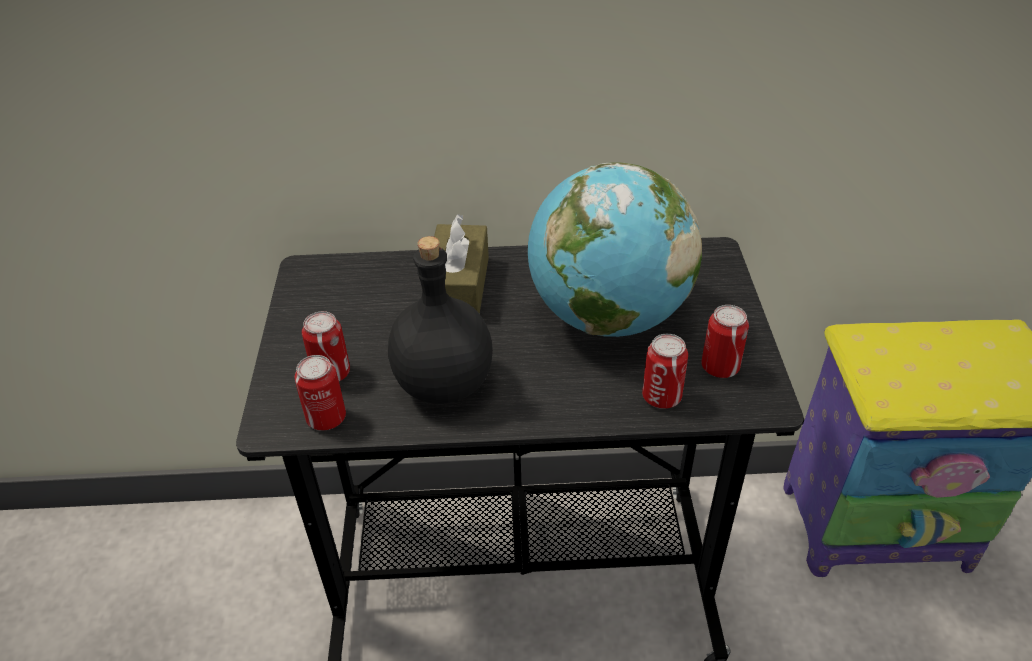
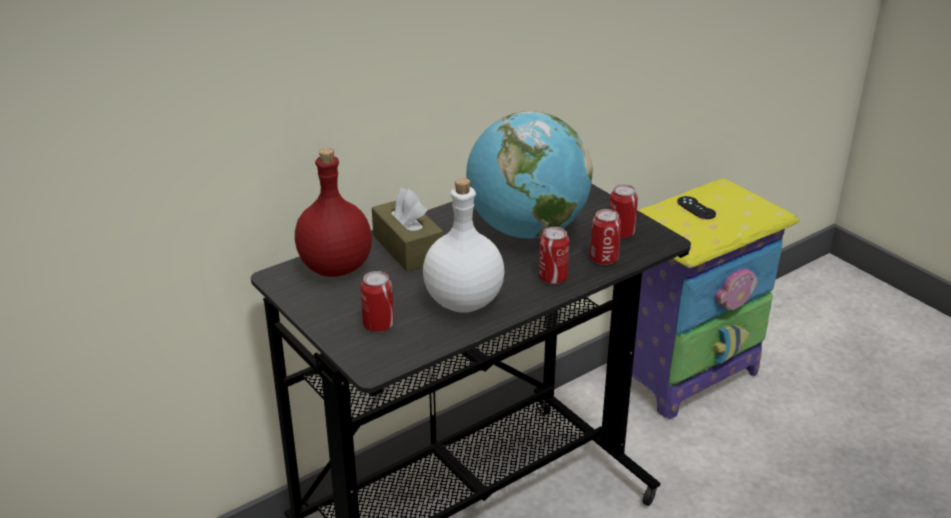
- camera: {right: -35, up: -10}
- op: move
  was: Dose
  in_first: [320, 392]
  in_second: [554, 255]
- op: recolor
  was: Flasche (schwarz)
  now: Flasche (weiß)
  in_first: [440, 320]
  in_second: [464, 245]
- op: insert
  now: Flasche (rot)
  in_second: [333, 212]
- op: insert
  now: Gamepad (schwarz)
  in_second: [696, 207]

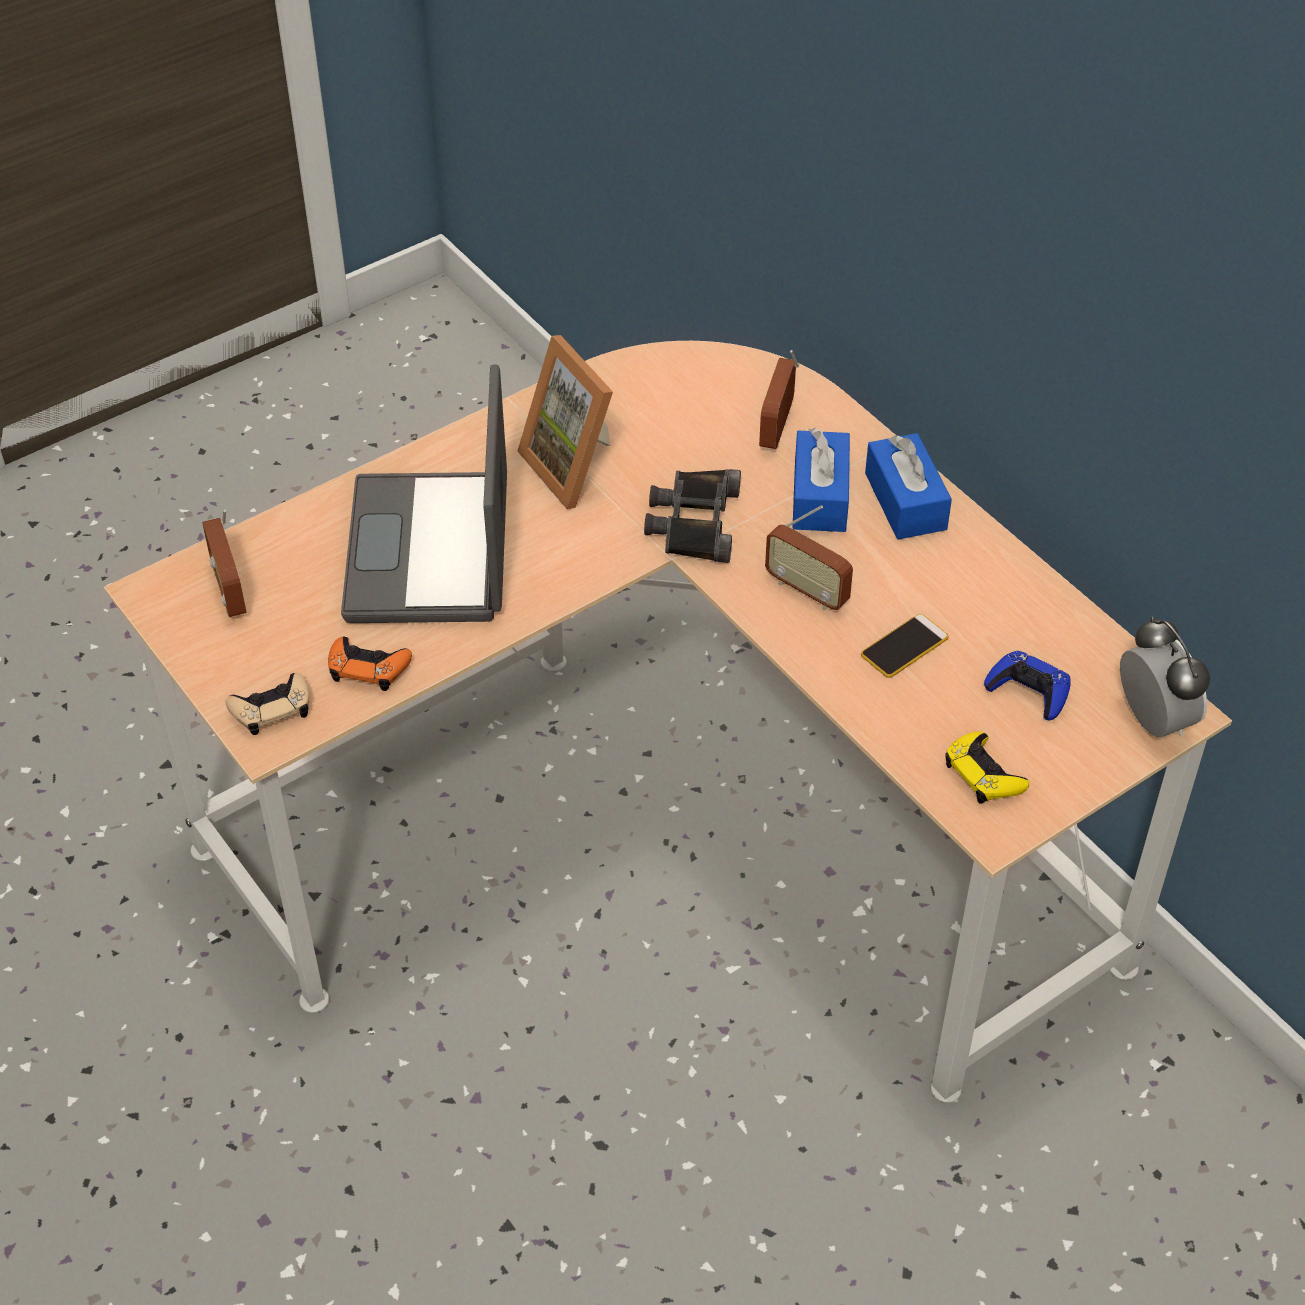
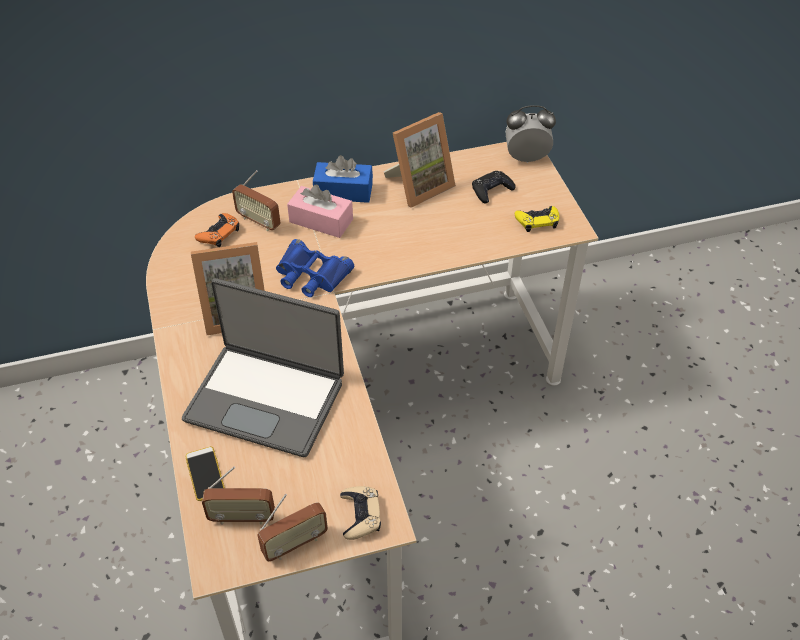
- camera: {right: -70, up: 0}
- op: move
  was: Gamepad (orange)
  in_first: [370, 664]
  in_second: [217, 230]
- op: recolor
  was: Fernglas (schwarz)
  now: Fernglas (blau)
  in_first: [692, 516]
  in_second: [315, 268]
- op: move
  was: Radio
  in_first: [809, 558]
  in_second: [292, 527]
- op: recolor
  was: Taschentuchbox (blau)
  now: Taschentuchbox (rosa)
  in_first: [821, 480]
  in_second: [320, 211]
- op: move
  was: Handy
  in_first: [904, 646]
  in_second: [205, 474]
- op: recolor
  was: Gamepad (blau)
  now: Gamepad (schwarz)
  in_first: [1027, 686]
  in_second: [493, 187]
- op: insert
  now: Bilderrahmen
  in_second: [419, 160]

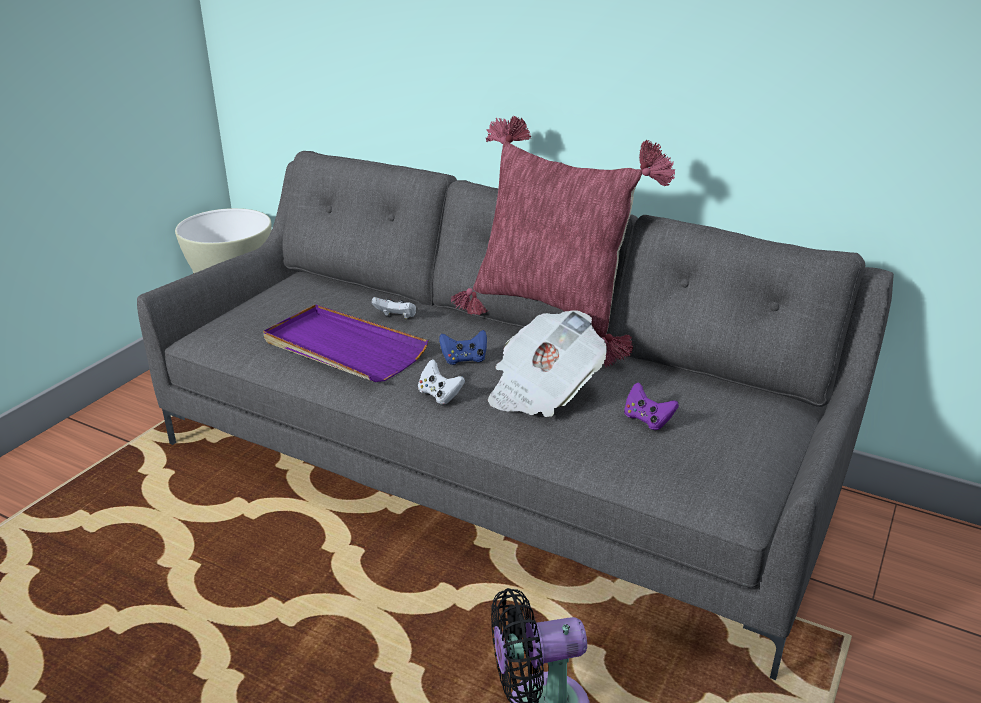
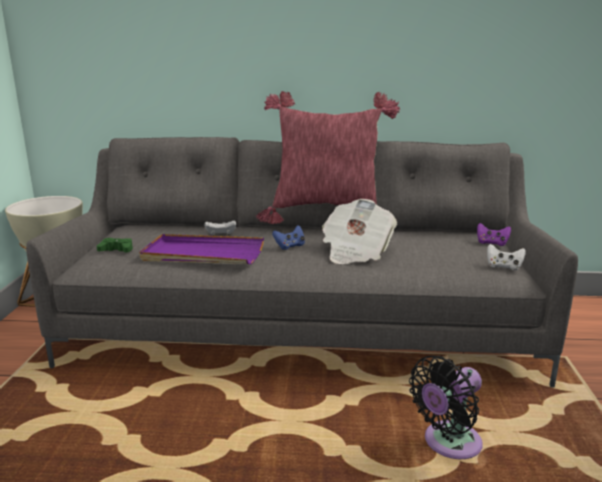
- camera: {right: -25, up: -10}
- op: move
  was: Gamepad (weiß)
  in_first: [441, 382]
  in_second: [506, 257]
- op: move
  was: Gamepad (lila)
  in_first: [651, 406]
  in_second: [494, 234]
- op: insert
  now: Gamepad (grün)
  in_second: [115, 245]

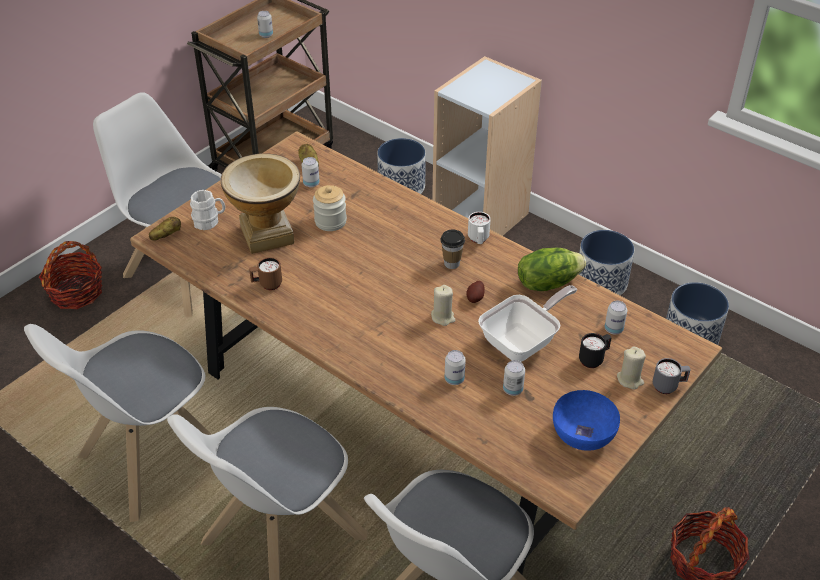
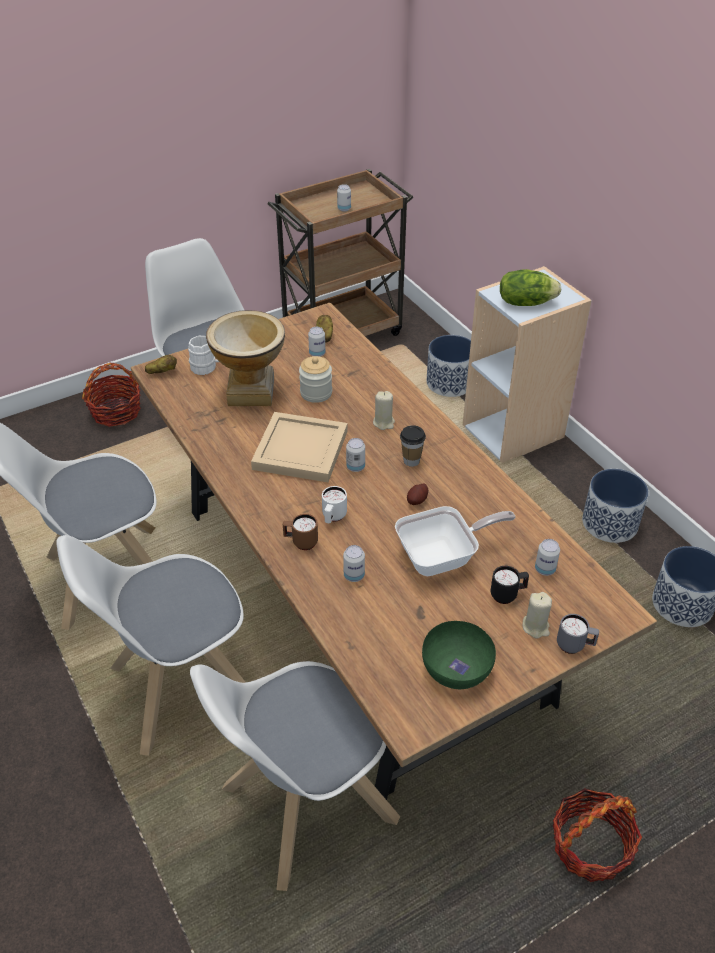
- camera: {right: 20, up: 0}
- op: move
  was: Henkelbecher (braun)
  in_first: [265, 273]
  in_second: [300, 532]
- op: move
  was: Kerze (beige)
  in_first: [443, 305]
  in_second: [384, 410]
- op: move
  was: Henkelbecher (weiß)
  in_first: [479, 228]
  in_second: [334, 504]
- op: move
  was: Dose
  in_first: [514, 378]
  in_second: [355, 455]
- op: move
  was: Salatkopf
  in_first: [552, 269]
  in_second: [530, 287]
- op: recolor
  was: Schüssel (blau)
  now: Schüssel (grün)
  in_first: [586, 420]
  in_second: [459, 655]
- op: insert
  now: Tablett (beige)
  in_second: [299, 447]

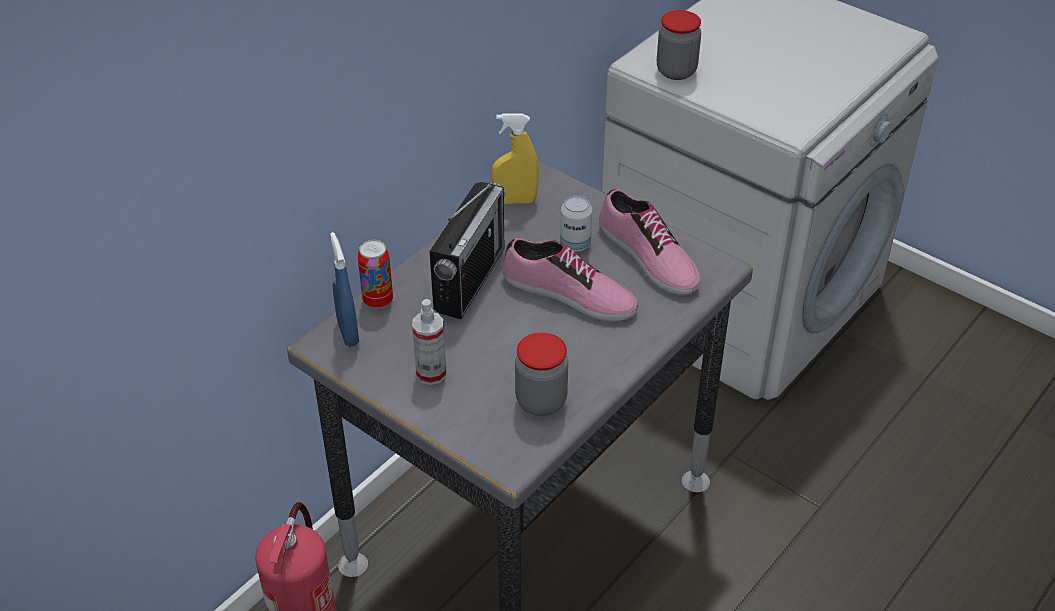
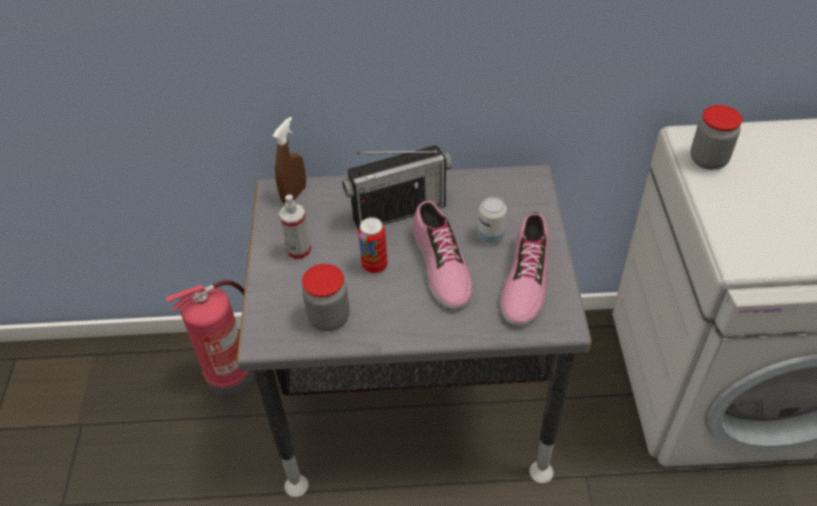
- camera: {right: 50, up: 5}
- op: recolor
  was: Sprühflasche (blau)
  now: Sprühflasche (braun)
  in_first: [344, 289]
  in_second: [289, 160]
- op: move
  was: Dose
  in_first: [375, 274]
  in_second: [372, 245]
- op: delete
  was: Sprühflasche (gelb)
  in_first: [515, 158]

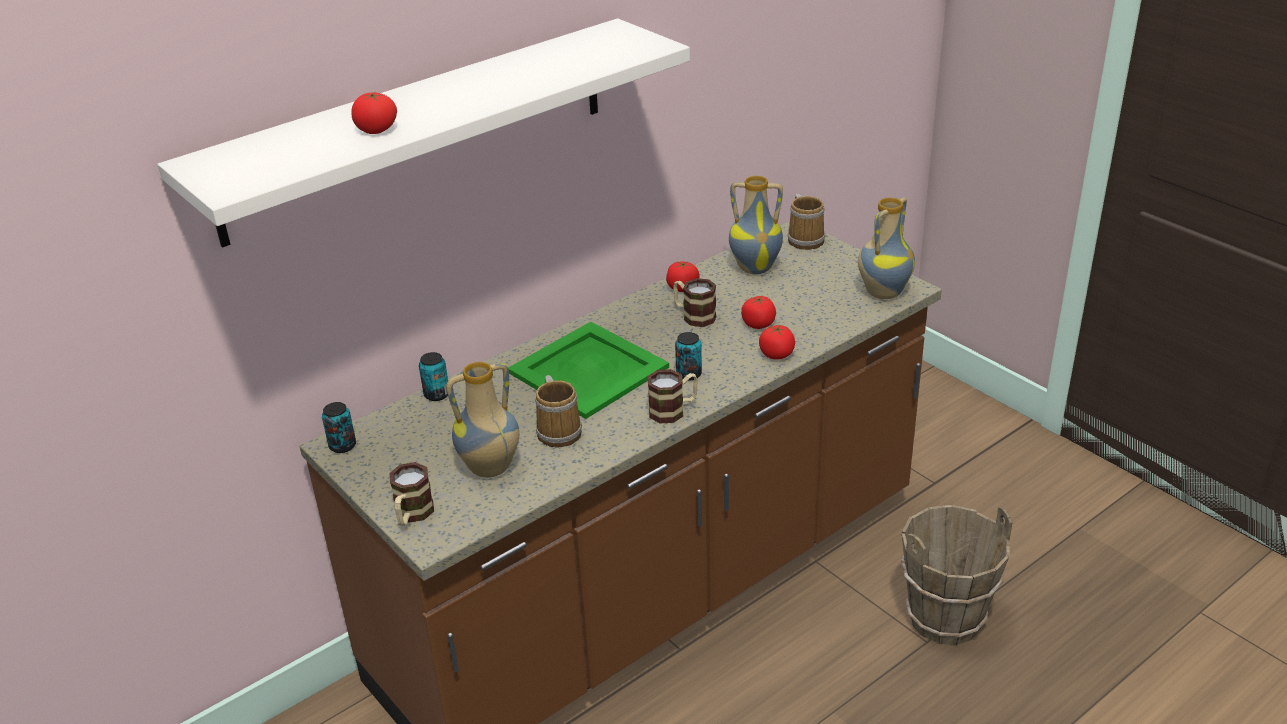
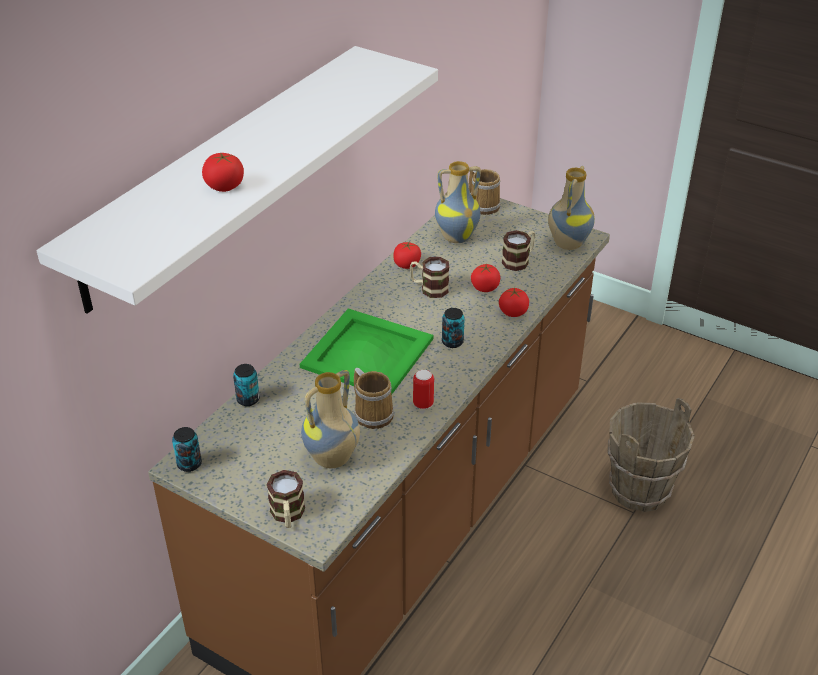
- camera: {right: -20, up: 5}
- op: move
  was: Henkelbecher
  in_first: [673, 396]
  in_second: [518, 250]
- op: insert
  now: Dose
  in_second: [423, 389]

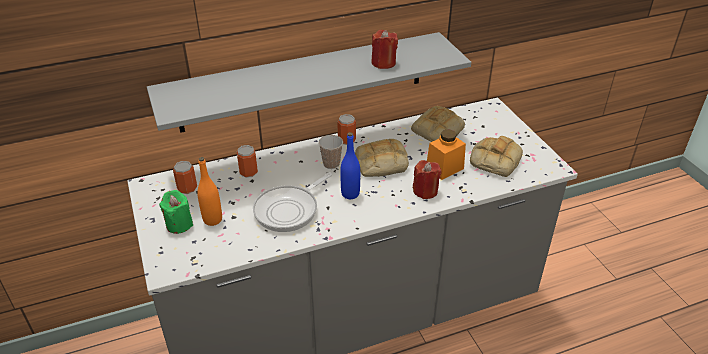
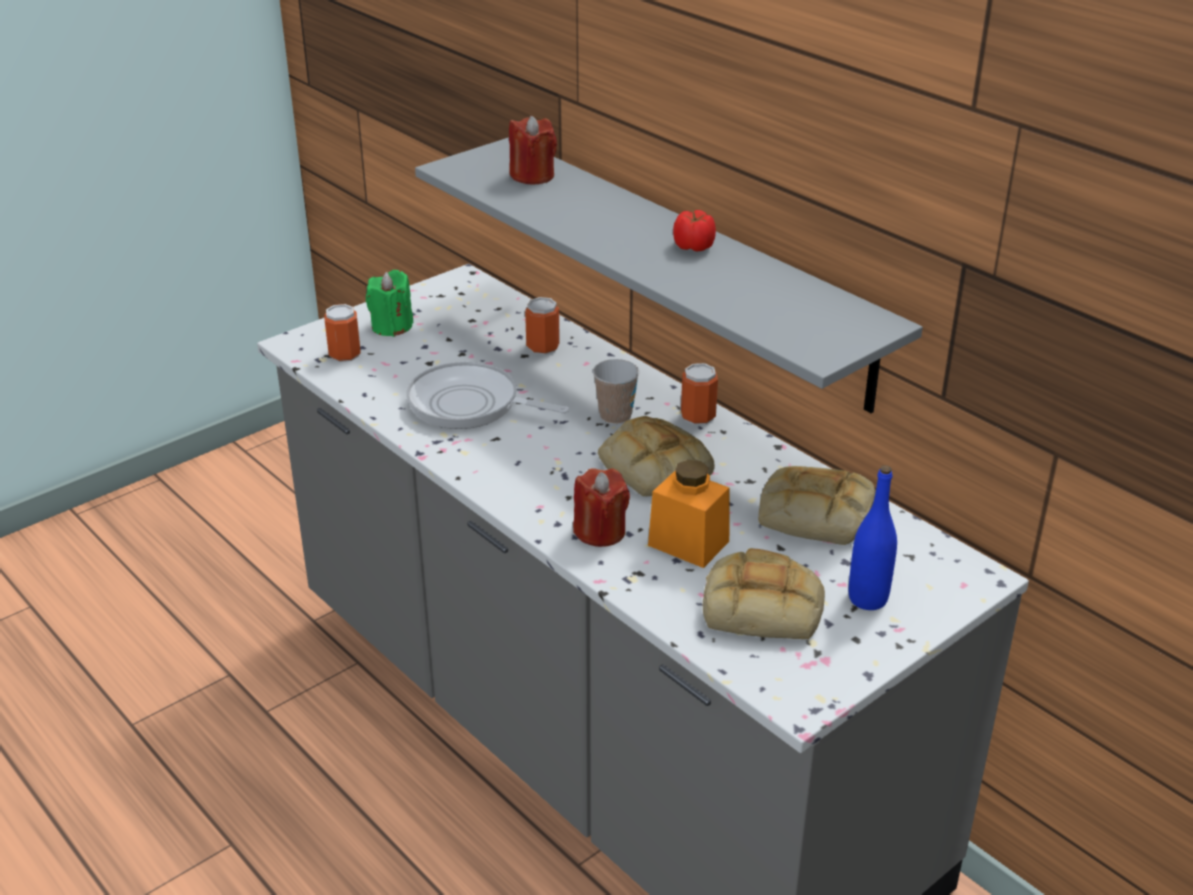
- camera: {right: 70, up: -5}
- op: move
  was: Dose
  in_first: [185, 177]
  in_second: [342, 333]
- op: delete
  was: Flasche (orange)
  in_first: [209, 191]
- op: move
  was: Flasche (blau)
  in_first: [350, 165]
  in_second: [873, 537]
- op: move
  was: Kerze (rot)
  in_first: [384, 49]
  in_second: [533, 150]
- op: insert
  now: Tomate
  in_second: [694, 231]

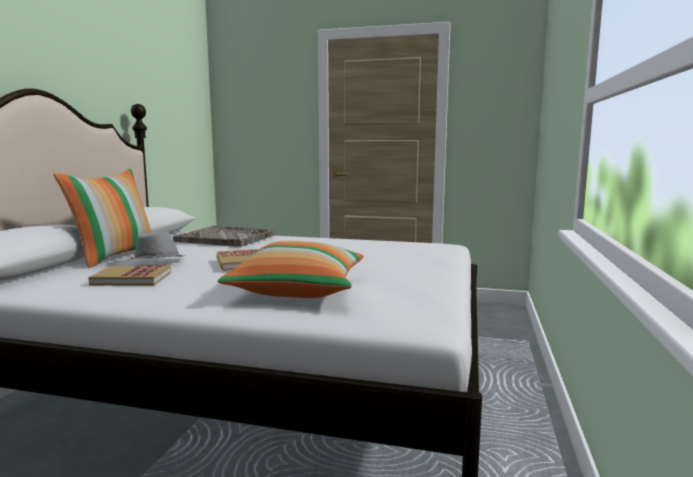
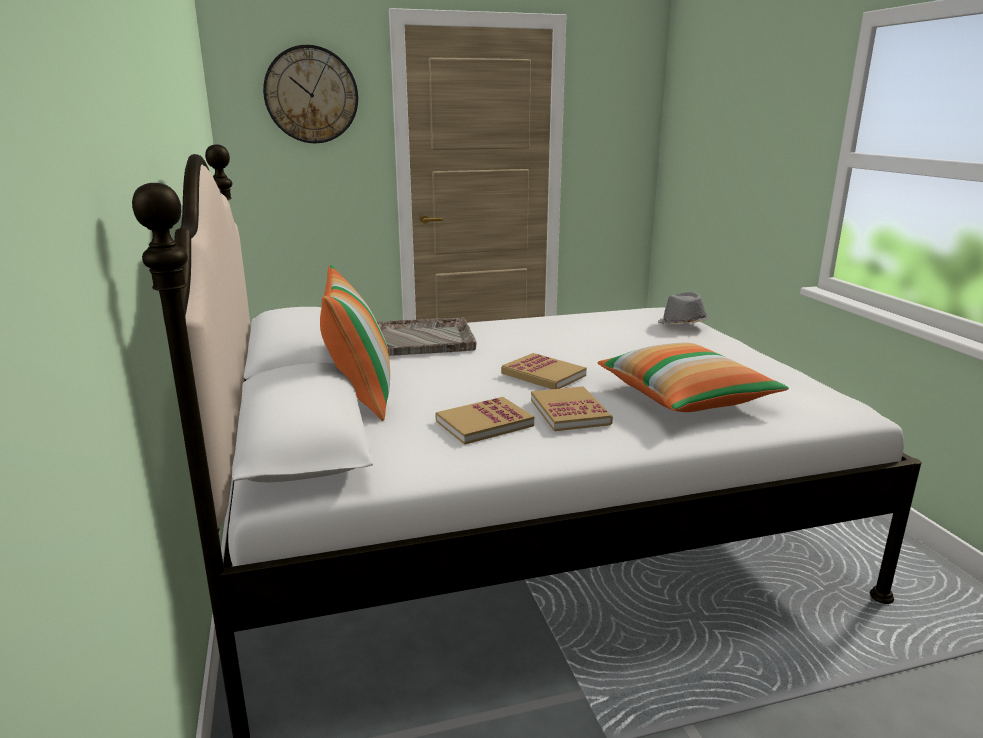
- camera: {right: -30, up: 10}
- op: move
  was: Hut (grau)
  in_first: [157, 245]
  in_second: [684, 308]
- op: insert
  now: Wanduhr
  in_second: [310, 94]
- op: insert
  now: Buch
  in_second: [572, 408]

